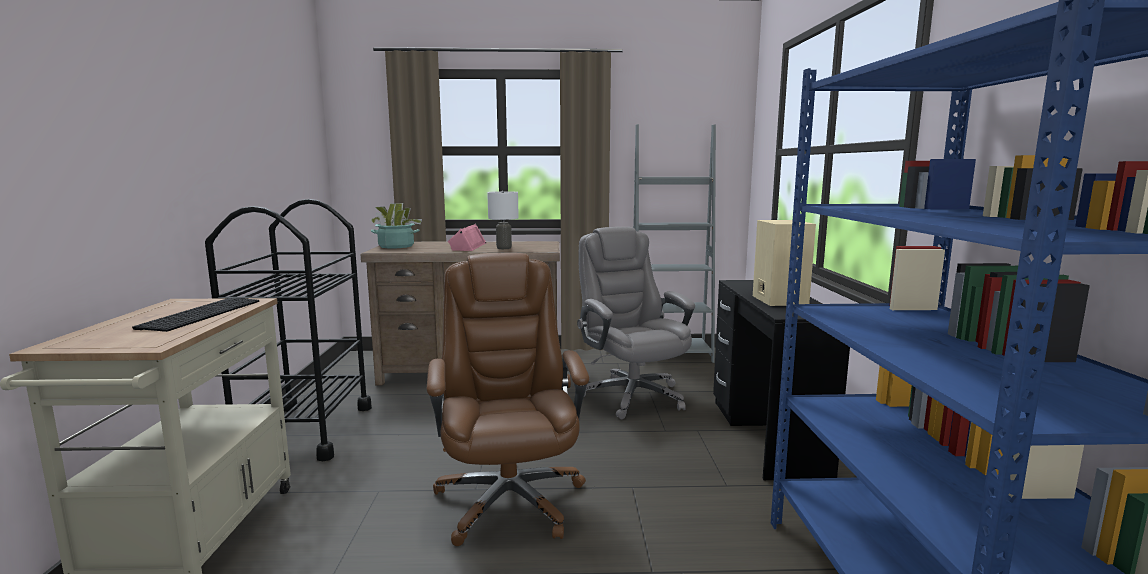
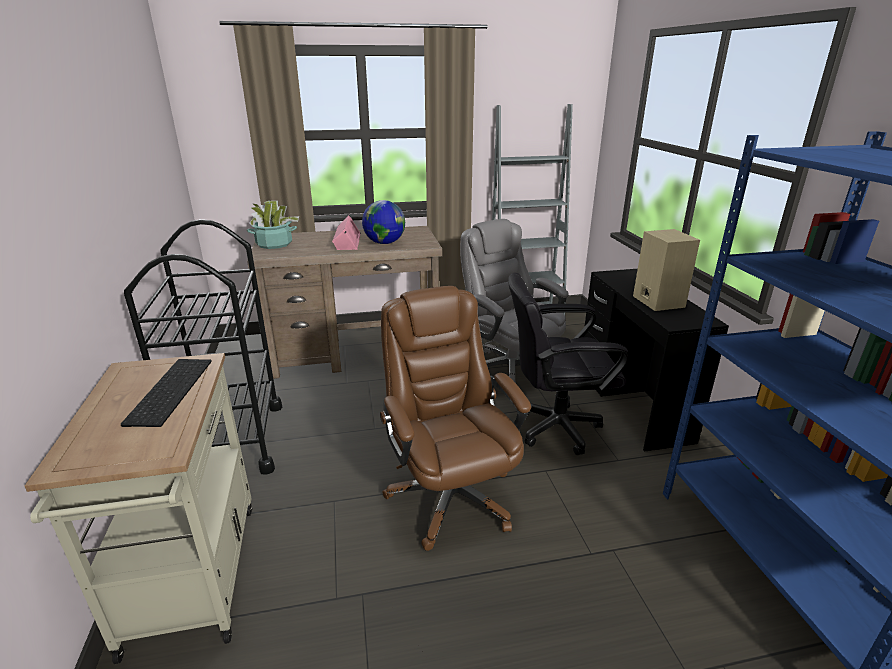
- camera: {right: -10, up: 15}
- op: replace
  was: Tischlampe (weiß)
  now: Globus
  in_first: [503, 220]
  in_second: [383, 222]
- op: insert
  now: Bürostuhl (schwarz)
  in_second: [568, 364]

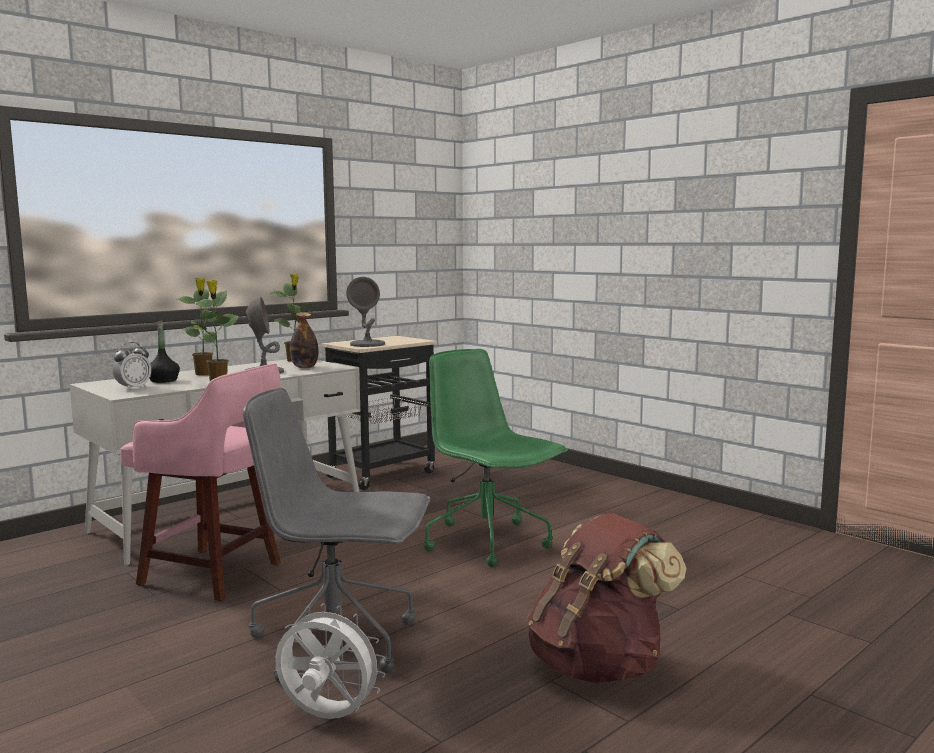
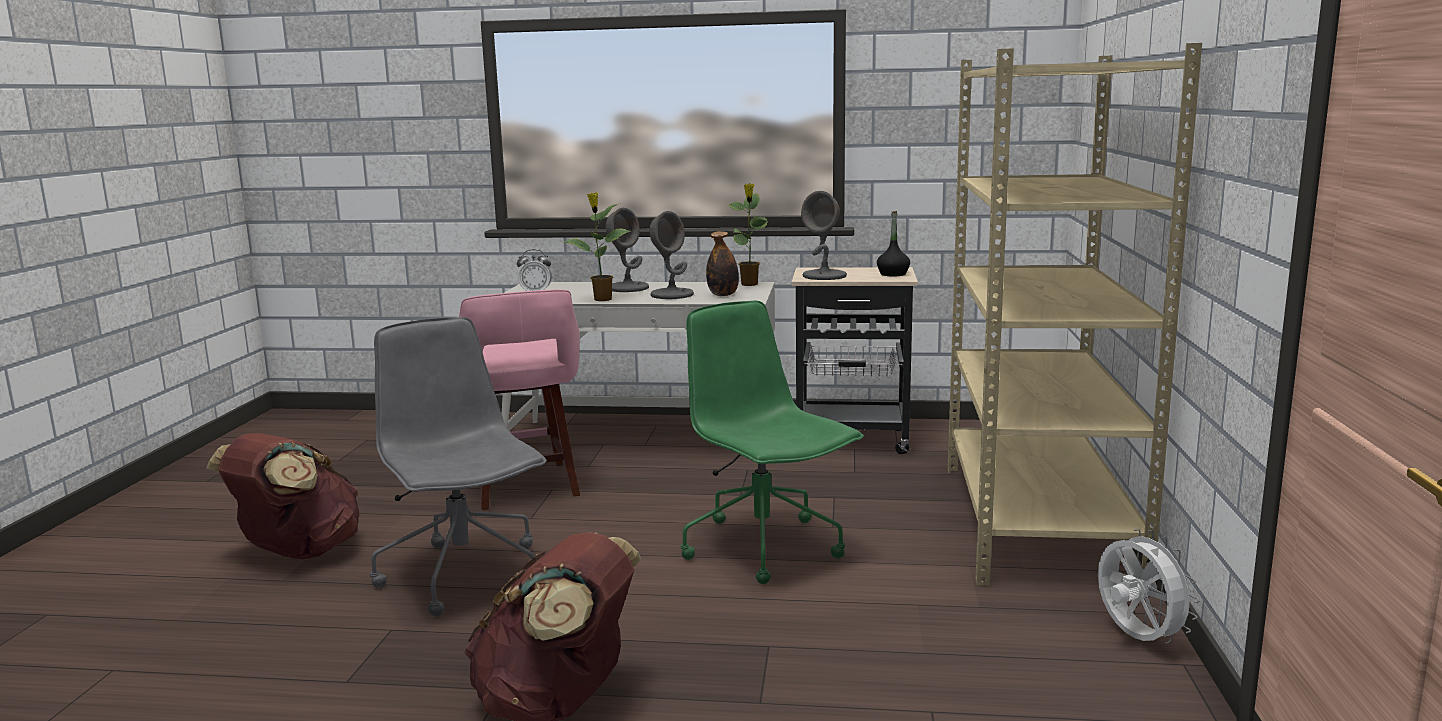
- camera: {right: 50, up: 5}
- op: move
  was: Flasche (schwarz)
  in_first: [164, 352]
  in_second: [893, 244]
- op: replace
  was: Topfpflanze
  now: Tischlampe (grau)
  in_first: [199, 326]
  in_second: [627, 250]
- op: move
  was: Ventilator (weiß)
  in_first: [330, 661]
  in_second: [1148, 586]
- op: rotate
  was: Bürostuhl (grün)
  in_first: [496, 458]
  in_second: [772, 442]
  clockwise: -45
- op: insert
  now: Rucksack (braun)
  in_second: [282, 496]
- op: insert
  now: Bücherregal (beige)
  in_second: [1075, 314]

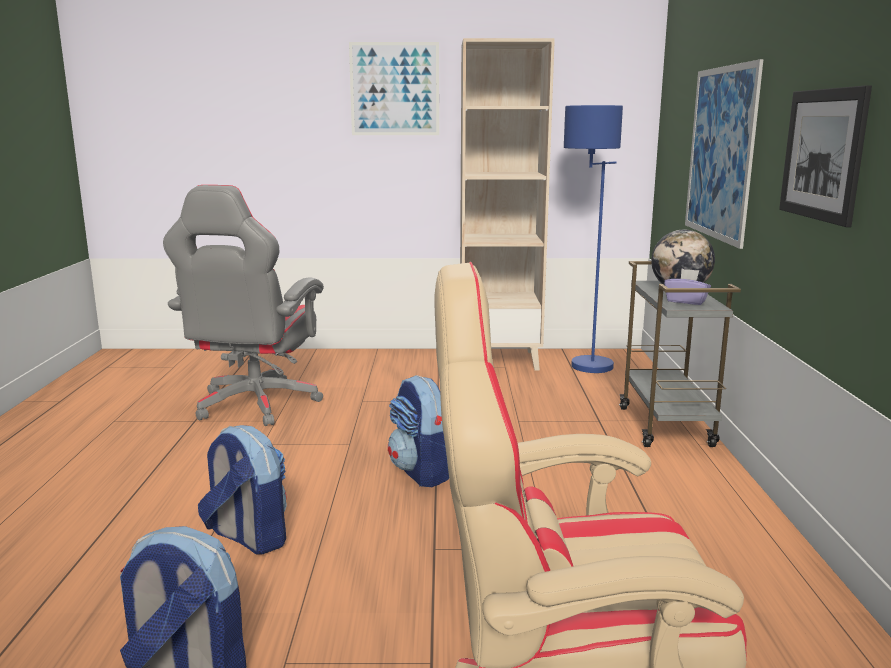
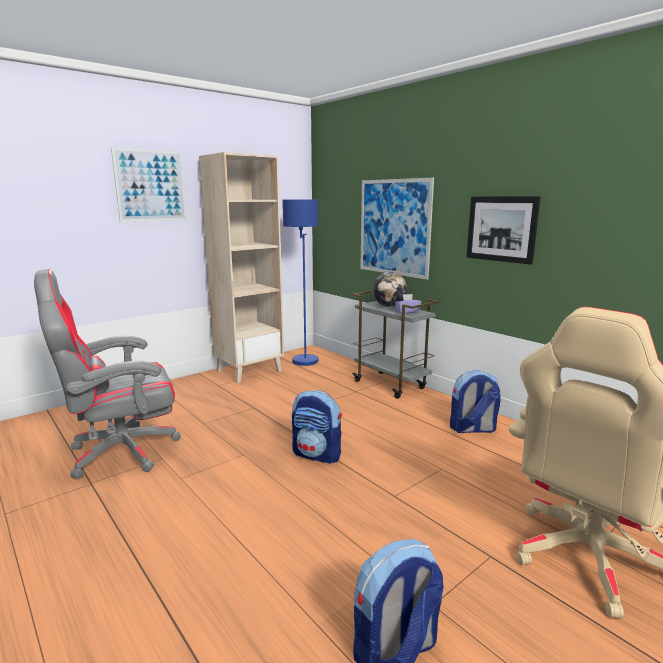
- camera: {right: -40, up: 0}
- op: rotate
  was: Bürostuhl (grau)
  in_first: [243, 305]
  in_second: [107, 374]
  clockwise: 90
- op: move
  was: Rucksack
  in_first: [242, 489]
  in_second: [475, 401]

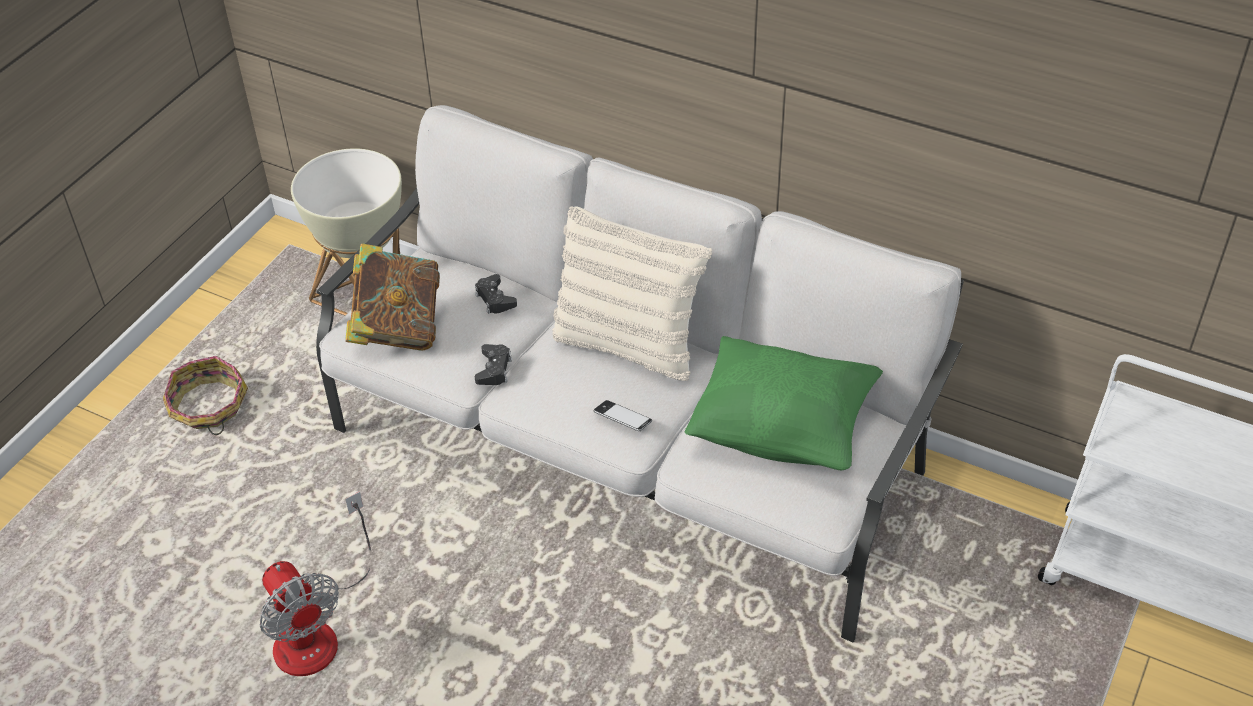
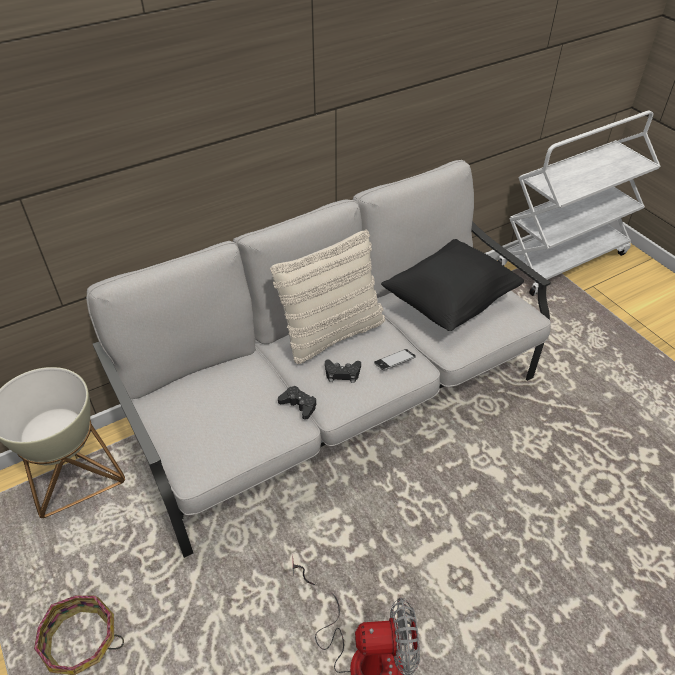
- camera: {right: -60, up: 0}
- op: delete
  was: Buch
  in_first: [392, 297]
- op: move
  was: Gamepad (schwarz)
  in_first: [496, 294]
  in_second: [343, 371]
- op: recolor
  was: Kissen (grün)
  now: Kissen (schwarz)
  in_first: [784, 403]
  in_second: [452, 285]

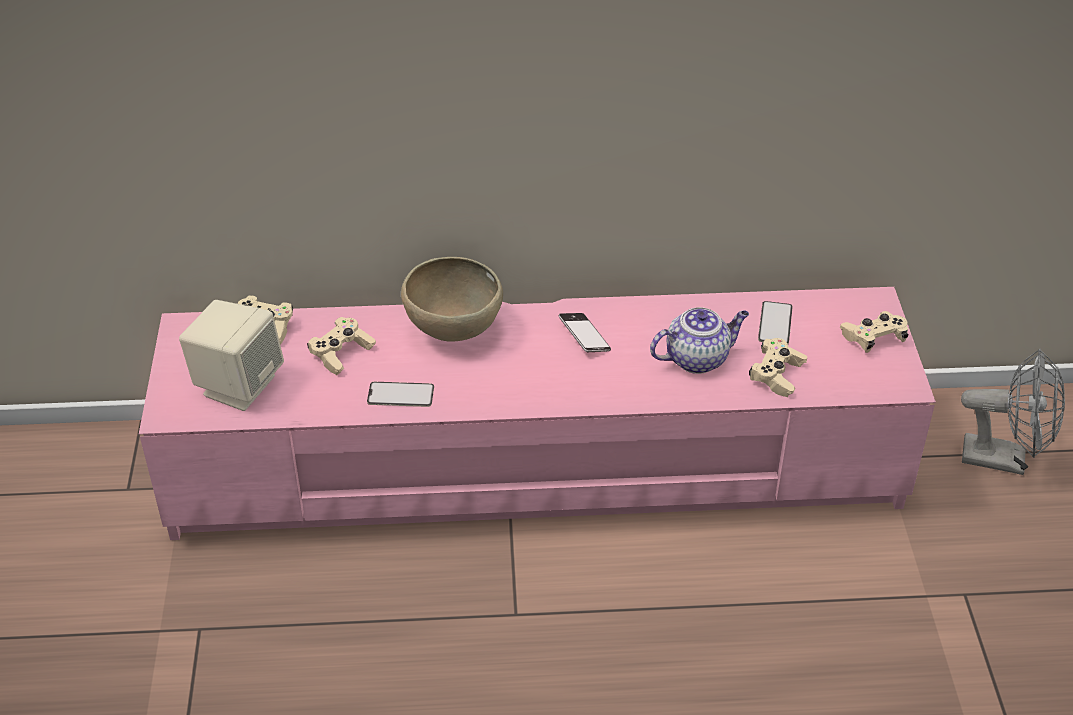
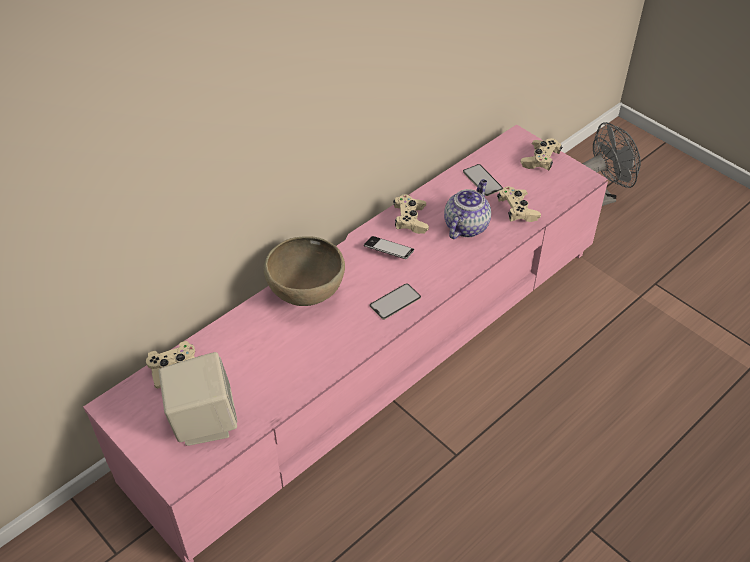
- camera: {right: -40, up: 5}
- op: move
  was: Gamepad (beige)
  in_first: [341, 346]
  in_second: [411, 214]
- op: move
  was: Handy
  in_first: [400, 394]
  in_second: [395, 301]

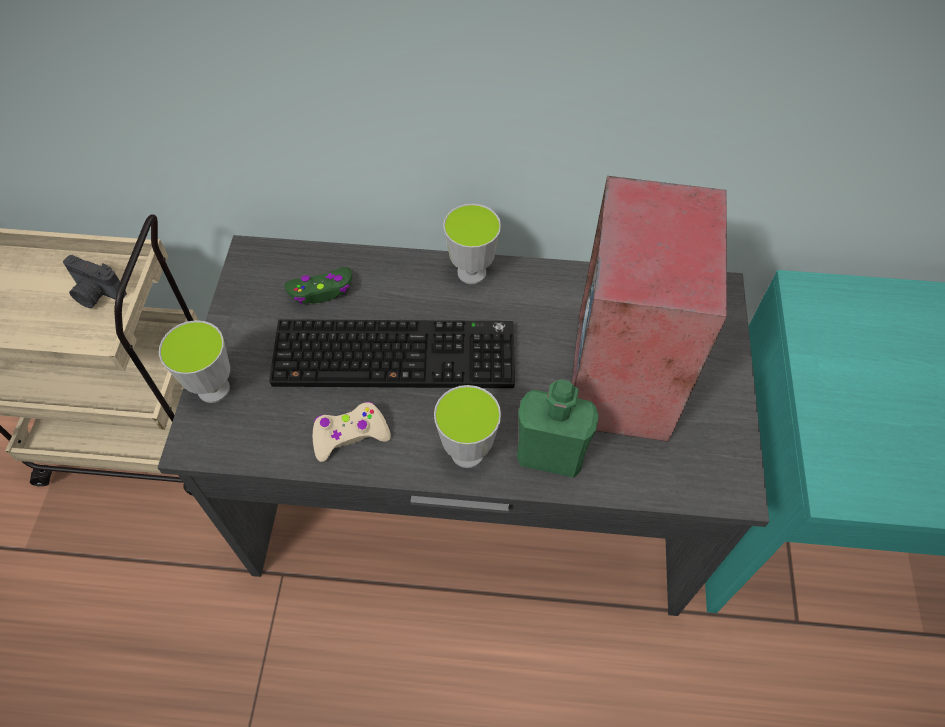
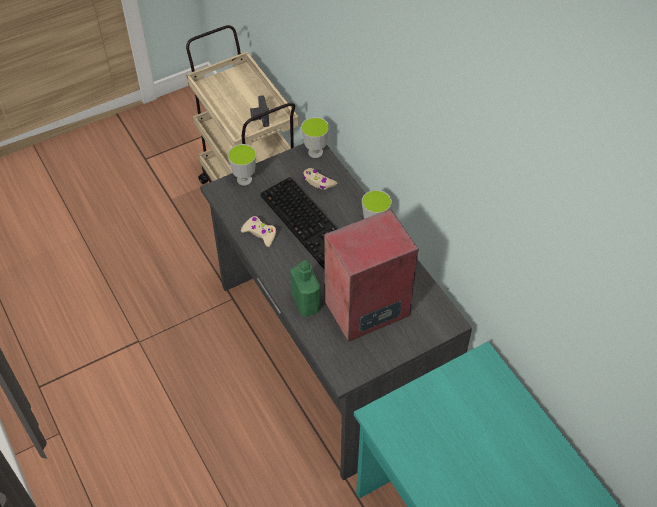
- camera: {right: 55, up: -5}
- op: recolor
  was: Gamepad (grün)
  now: Gamepad (beige)
  in_first: [318, 285]
  in_second: [320, 179]
- op: move
  was: Tasse
  in_first: [467, 426]
  in_second: [315, 137]

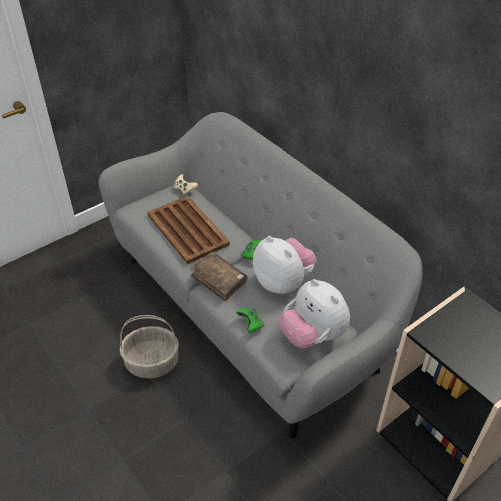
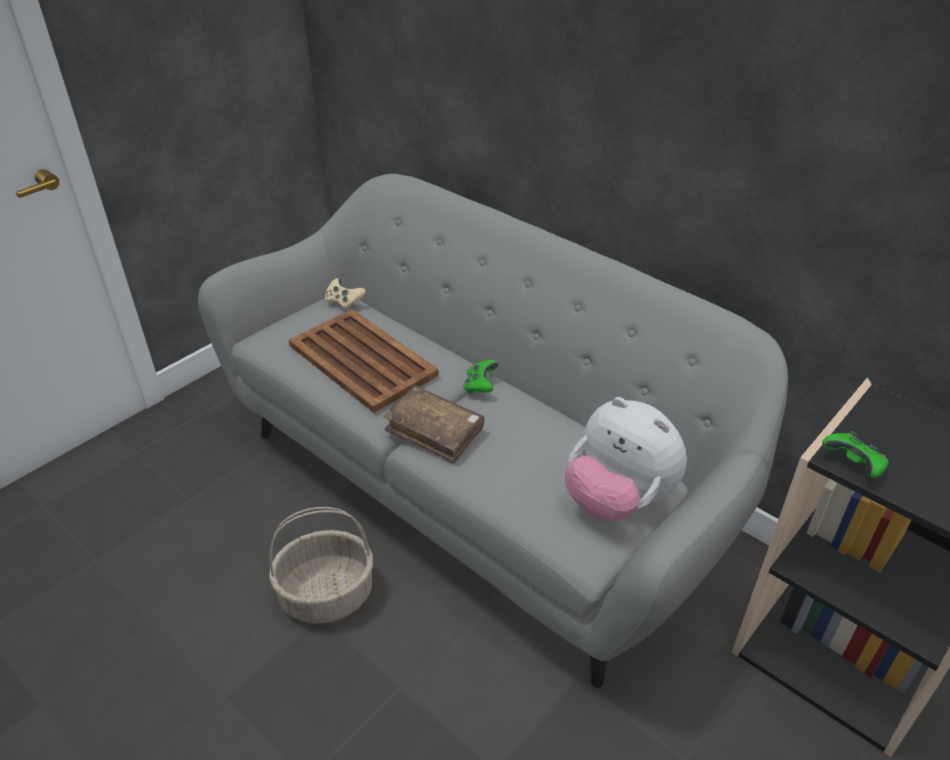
- camera: {right: -10, up: -5}
- op: move
  was: Gamepad (grün)
  in_first: [250, 320]
  in_second: [855, 454]
- op: delete
  was: Plüschtier
  in_first: [285, 265]

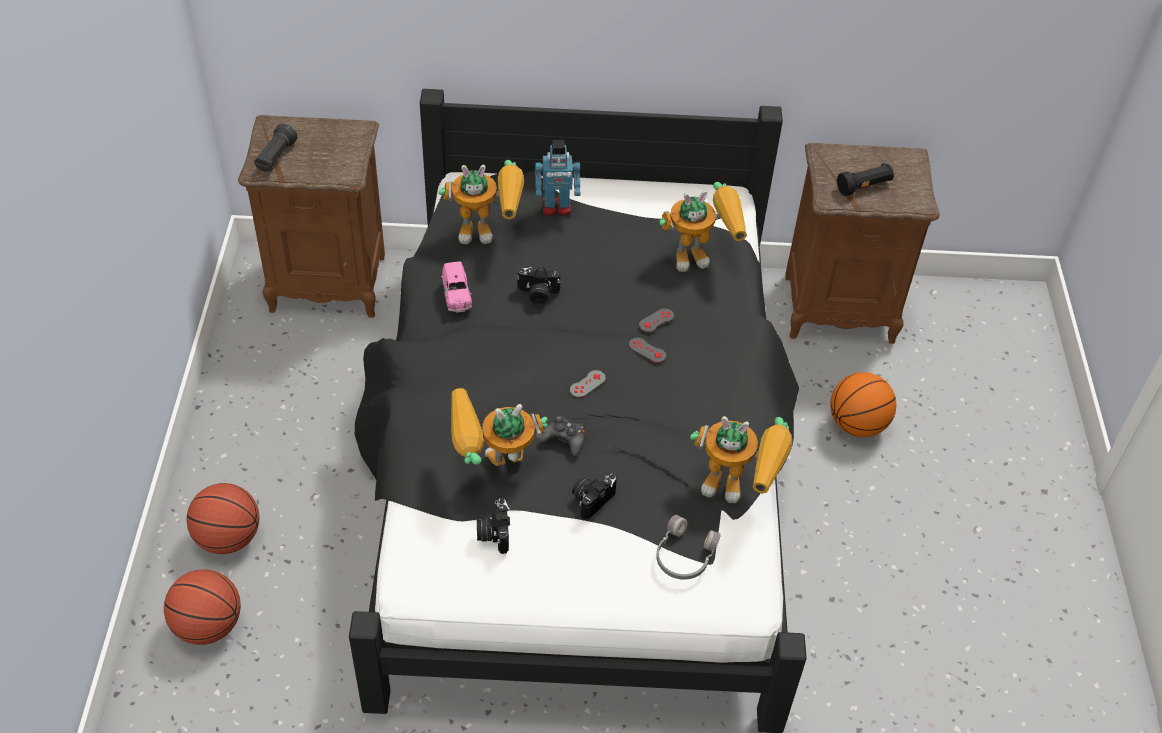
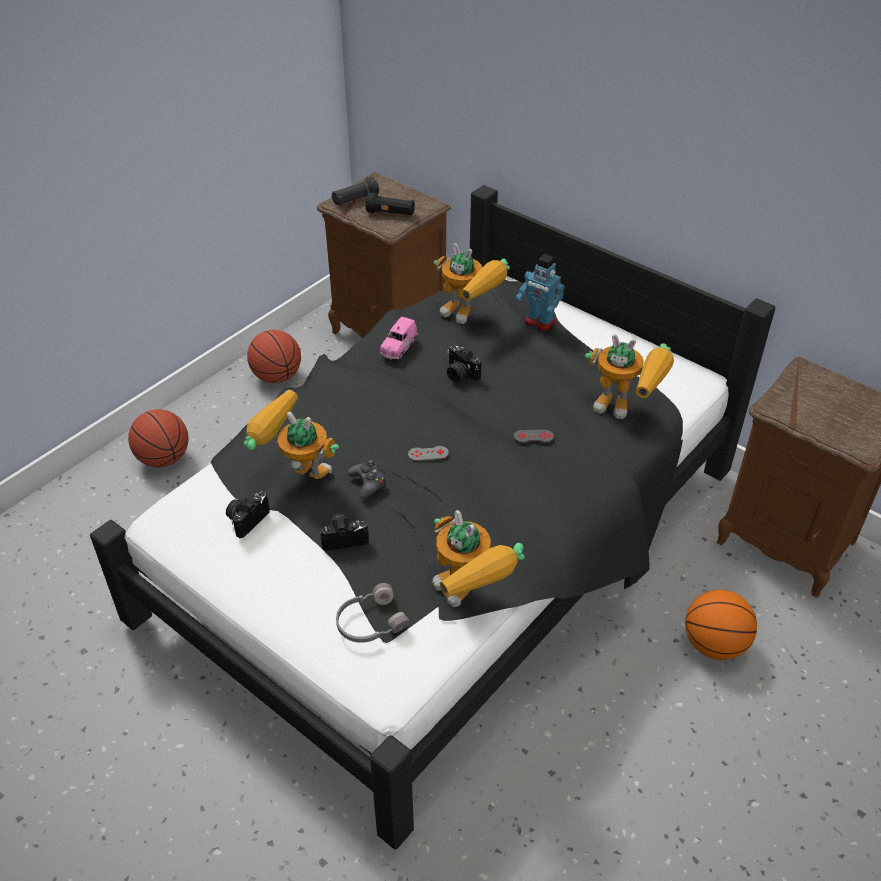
- camera: {right: 40, up: -5}
- op: move
  was: Basketball
  in_first: [202, 607]
  in_second: [274, 356]
- op: delete
  was: Gamepad (grau)
  in_first: [647, 350]
- op: move
  was: Taschenlampe (schwarz)
  in_first: [865, 179]
  in_second: [390, 204]

